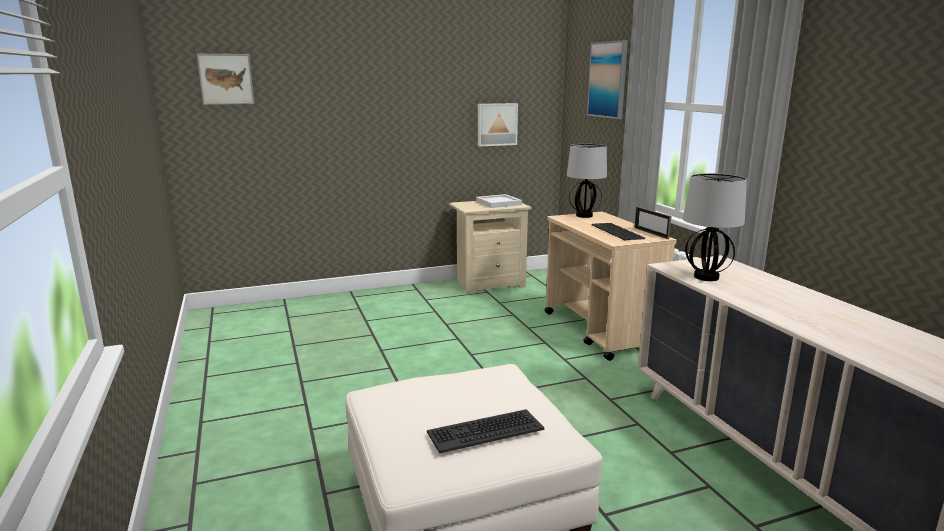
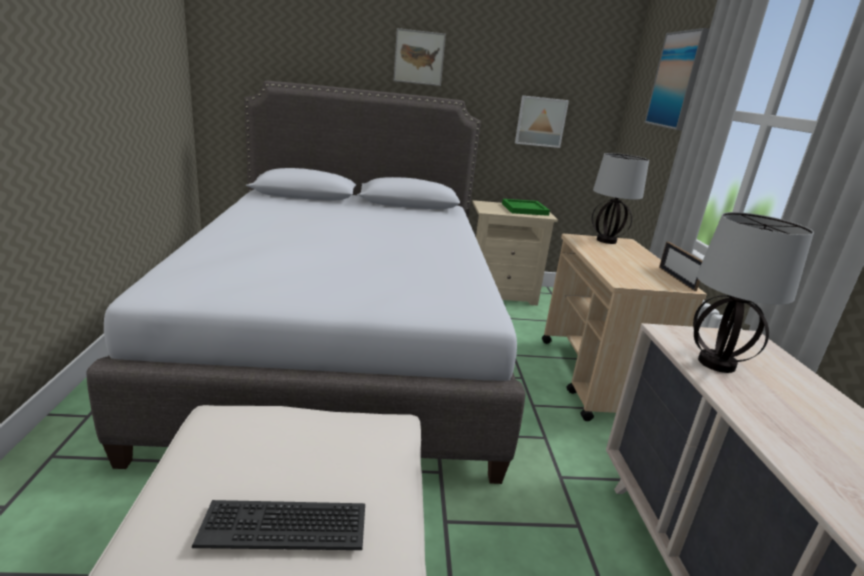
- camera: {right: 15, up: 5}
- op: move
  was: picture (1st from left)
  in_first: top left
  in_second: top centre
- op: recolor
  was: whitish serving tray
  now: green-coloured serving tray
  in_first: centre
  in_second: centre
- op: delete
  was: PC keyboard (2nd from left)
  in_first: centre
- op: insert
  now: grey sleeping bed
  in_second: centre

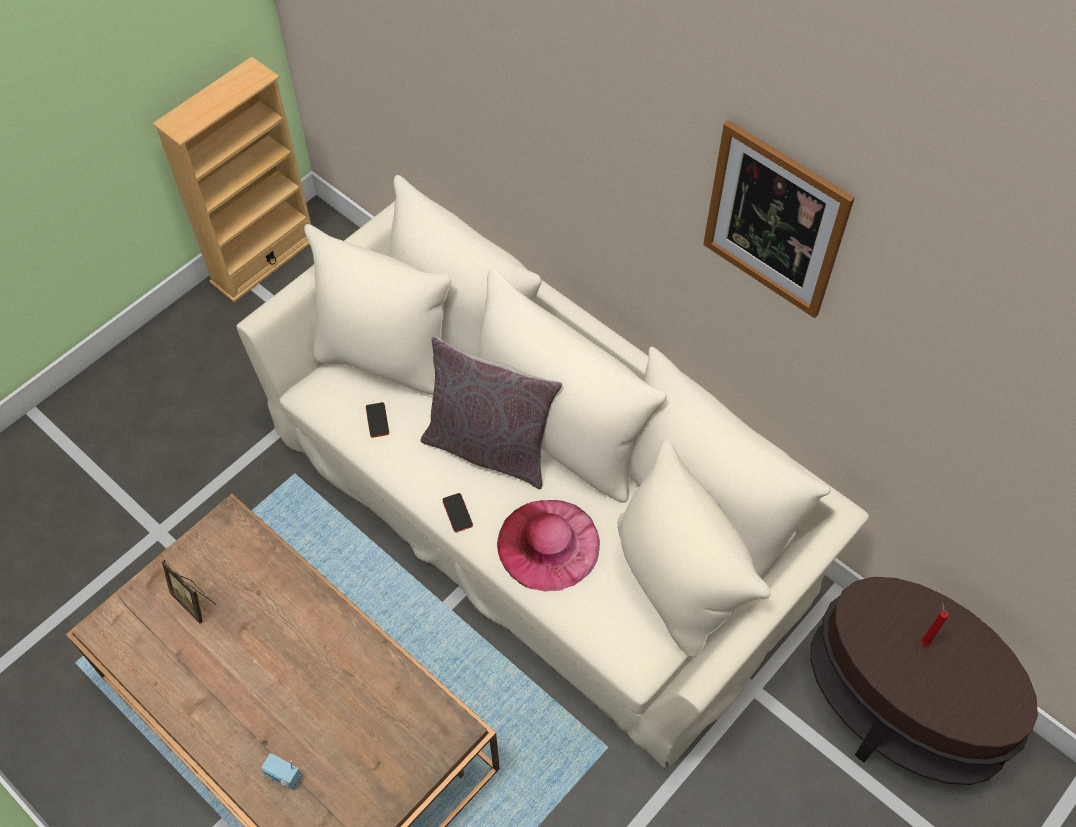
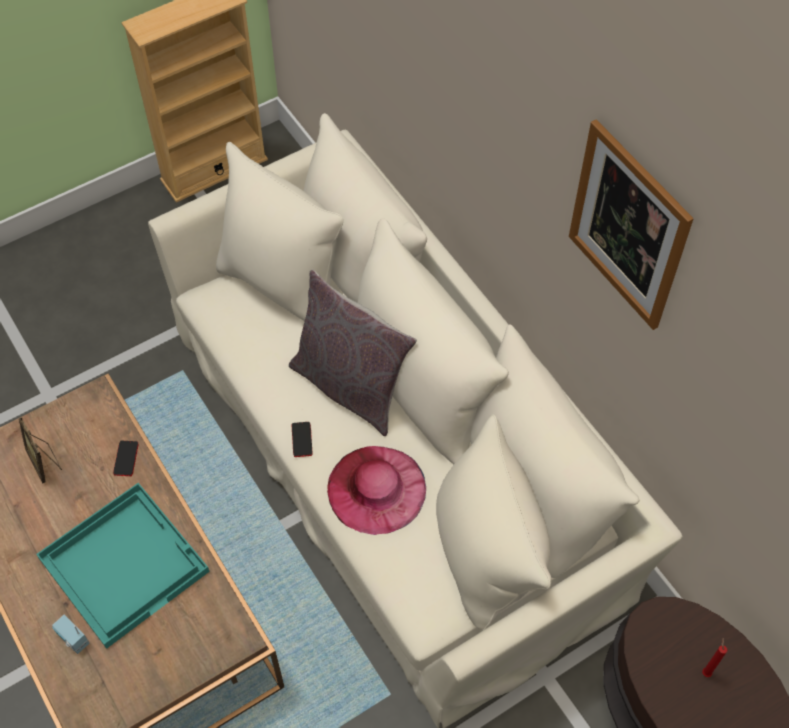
- camera: {right: 15, up: 0}
- op: move
  was: telephone (1st from left)
  in_first: centre
  in_second: middle left
- op: insert
  now: turquoise-coloured serving tray
  in_second: bottom left

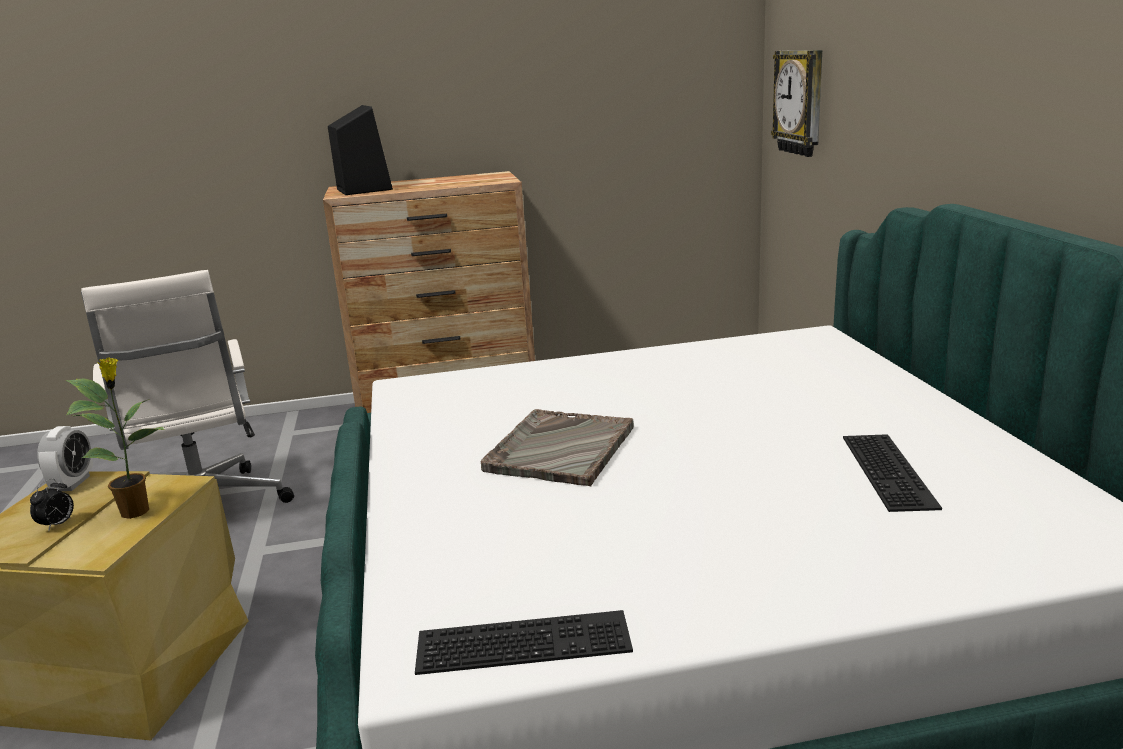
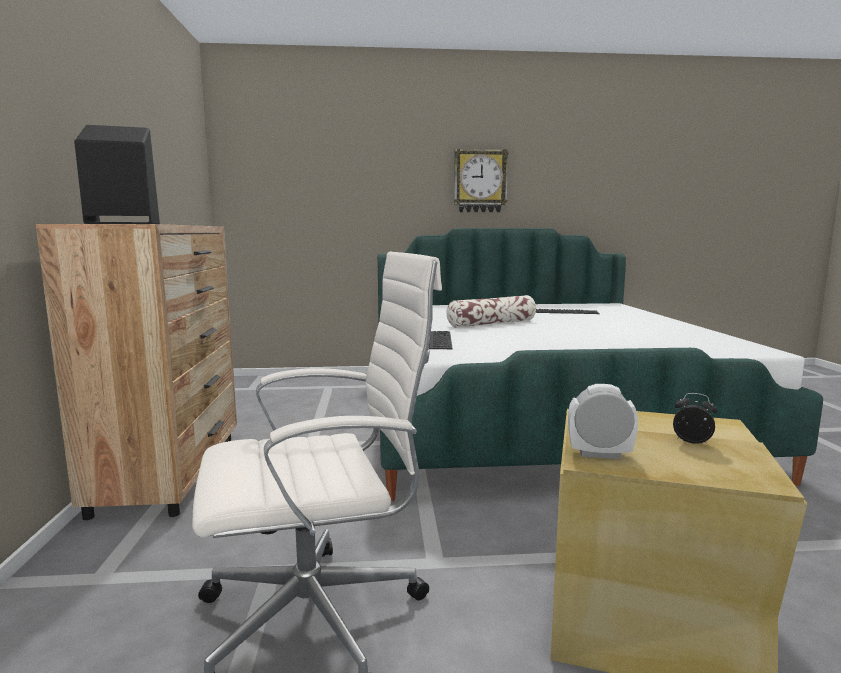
- camera: {right: -85, up: -10}
- op: delete
  was: potted plant
  in_first: middle left
- op: move
  was: PC keyboard (1st from left)
  in_first: bottom centre
  in_second: centre
- op: delete
  was: grey serving tray
  in_first: centre
- op: move
  was: wall clock
  in_first: top right
  in_second: top centre
- op: insert
  now: throw pillow
  in_second: centre

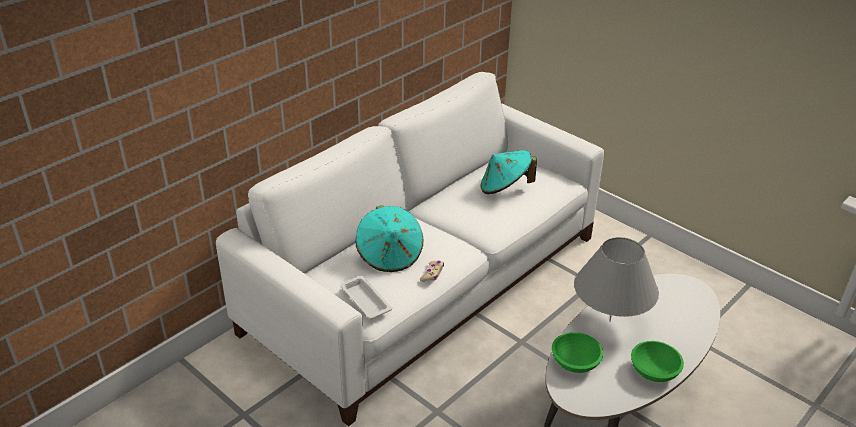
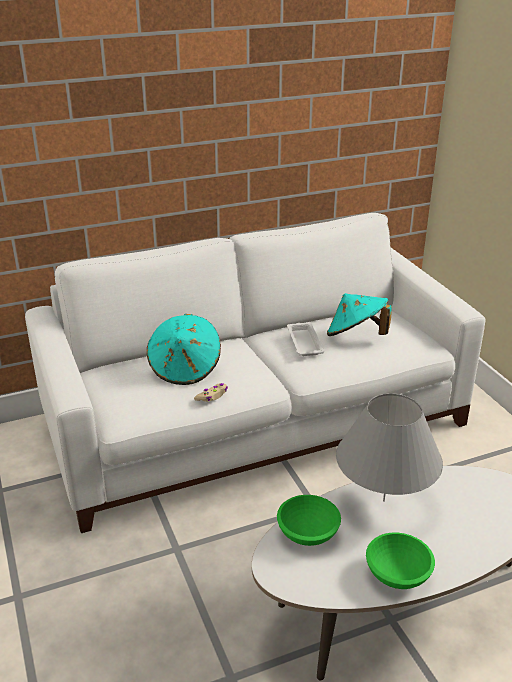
- camera: {right: 25, up: -5}
- op: move
  was: whitish serving tray
  in_first: bottom centre
  in_second: centre

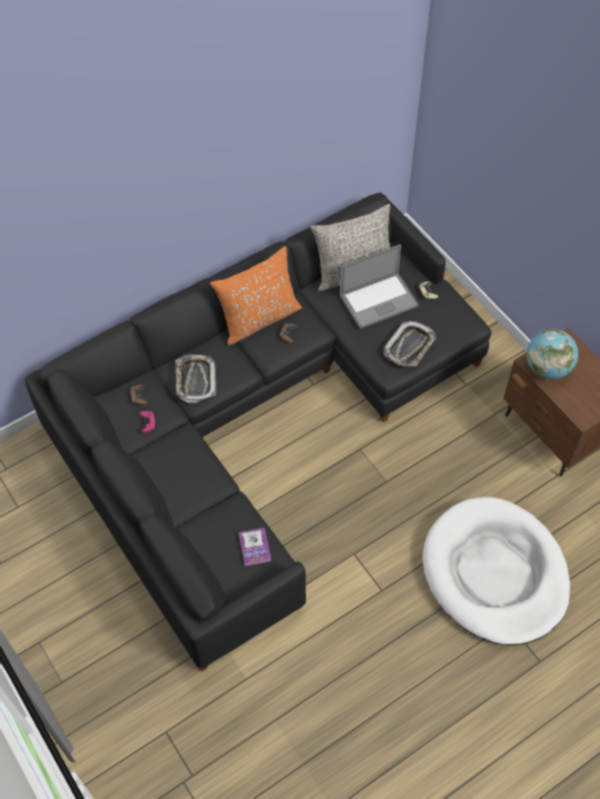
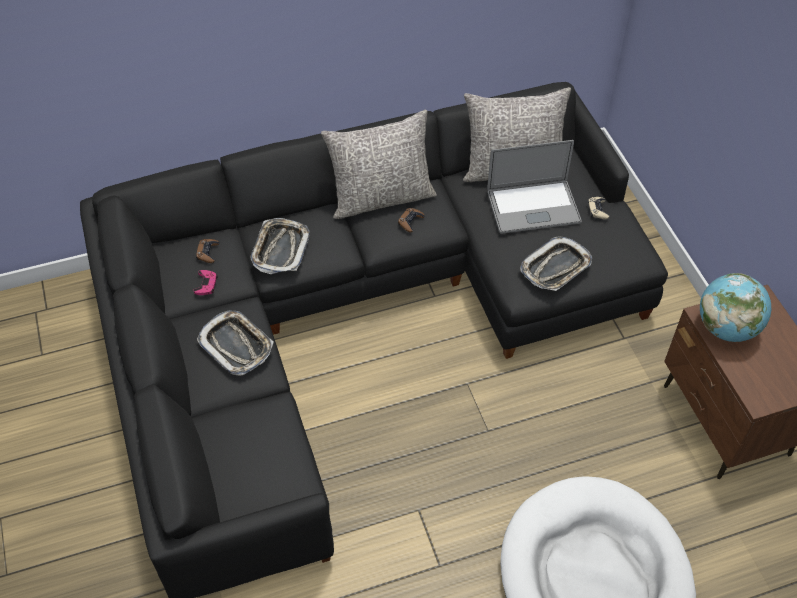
- camera: {right: 15, up: -5}
- op: recolor
  was: orange throw pillow
  now: grey throw pillow (1st from left)
  in_first: centre
  in_second: top centre
- op: delete
  was: book
  in_first: bottom centre
- op: insert
  now: serving tray (1st from left)
  in_second: middle left

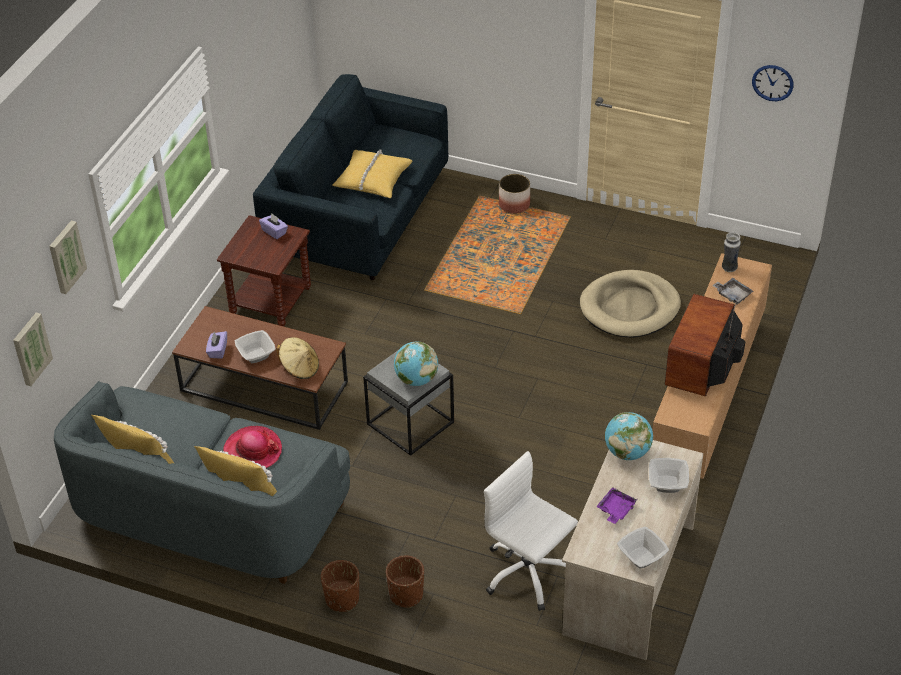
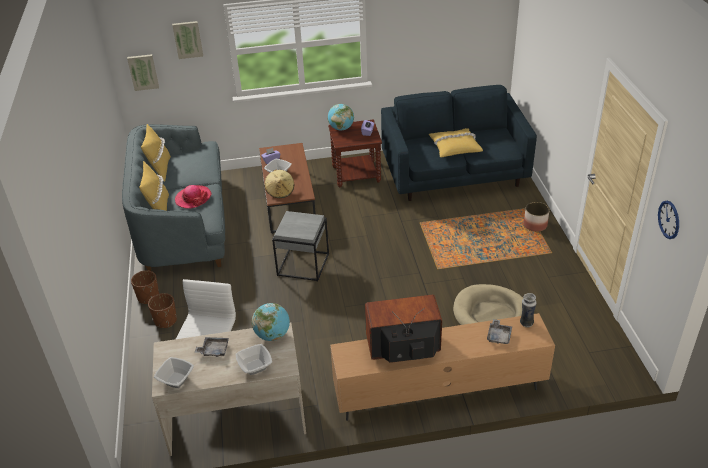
- camera: {right: 60, up: -5}
- op: move
  was: globe (1st from left in the first image)
  now: globe (2nd from left)
  in_first: centre
  in_second: top centre
- op: recolor
  was: purple serving tray
  now: grey serving tray (1st from left)
  in_first: bottom right
  in_second: bottom left

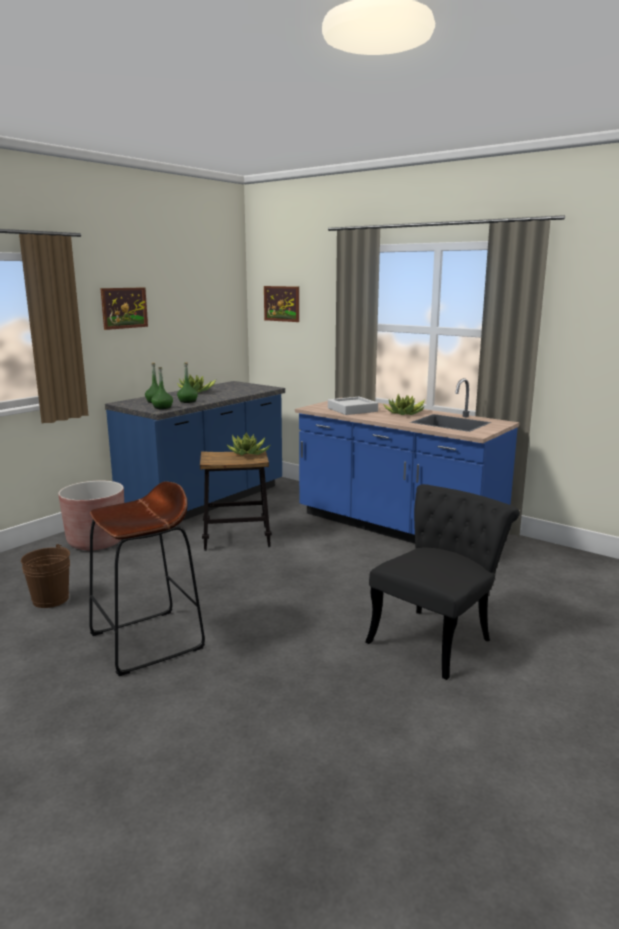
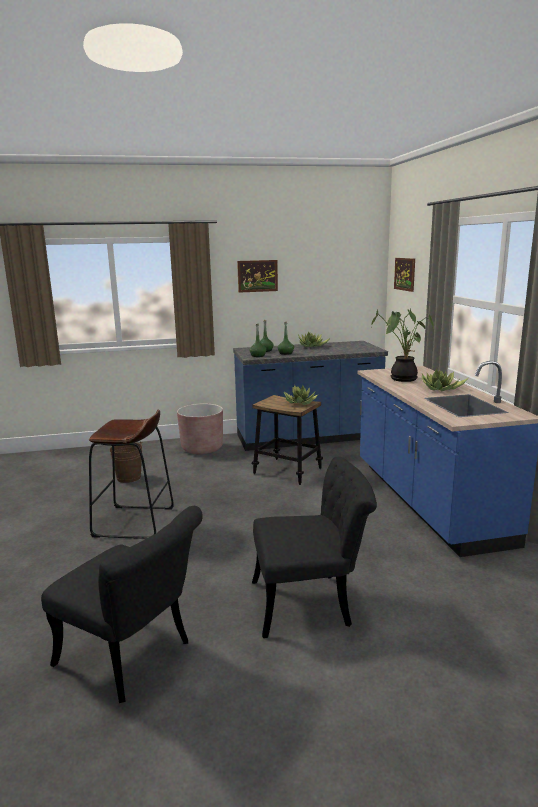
- camera: {right: 40, up: 0}
- op: replace
  was: grey serving tray
  now: potted plant (3rd from left)
  in_first: centre
  in_second: middle right
- op: insert
  now: black plain chair (1st from left)
  in_second: bottom left

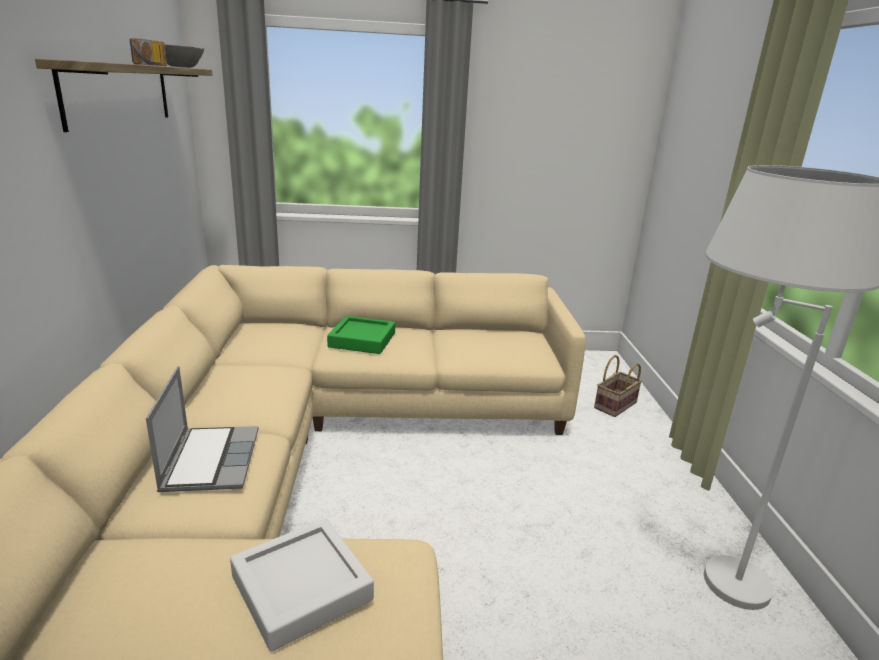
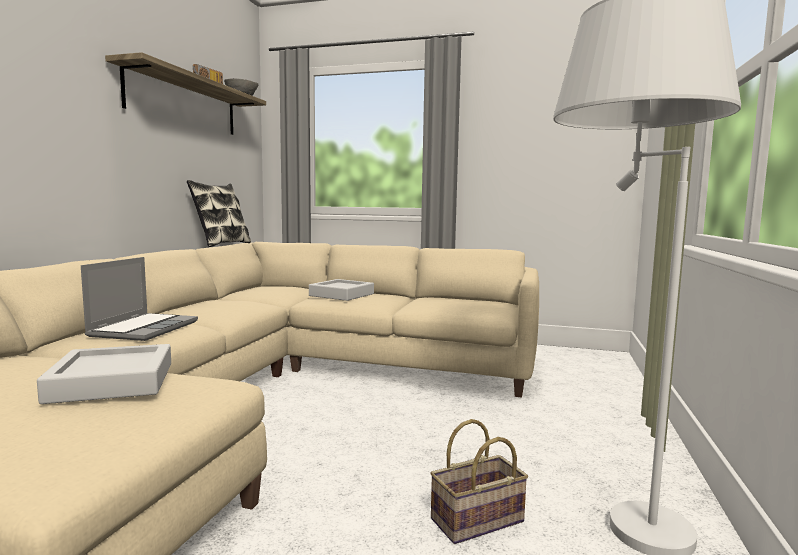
- camera: {right: 20, up: -15}
- op: recolor
  was: green-coloured serving tray
  now: grey serving tray (2nd from left)
  in_first: centre
  in_second: centre
- op: move
  was: household basket
  in_first: middle right
  in_second: bottom centre
- op: insert
  now: throw pillow
  in_second: middle left

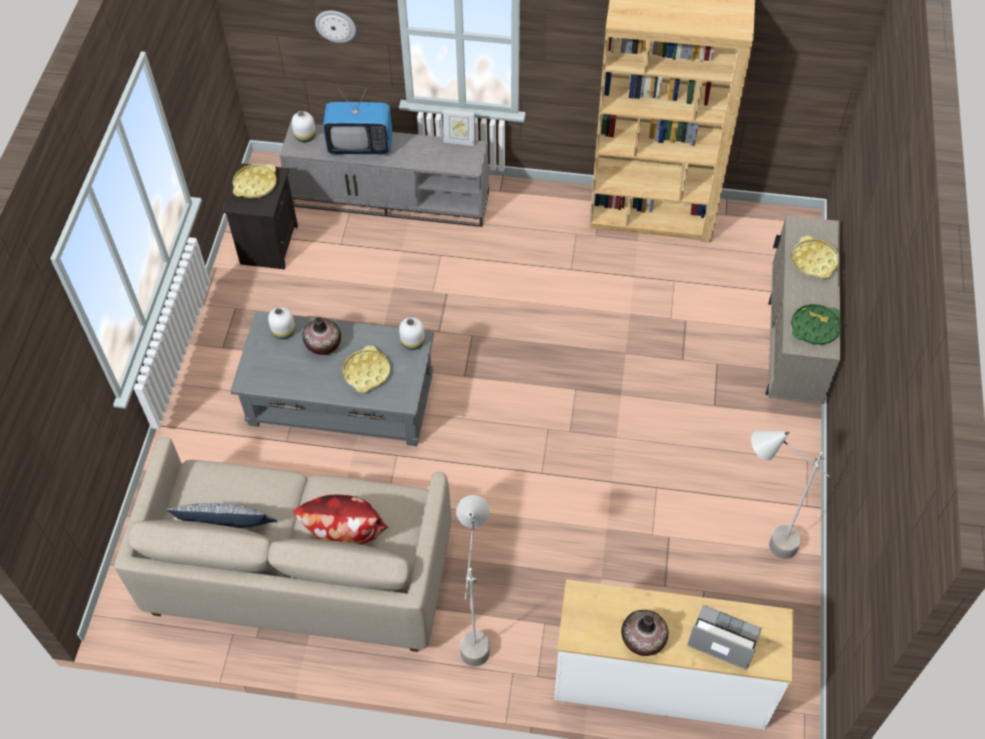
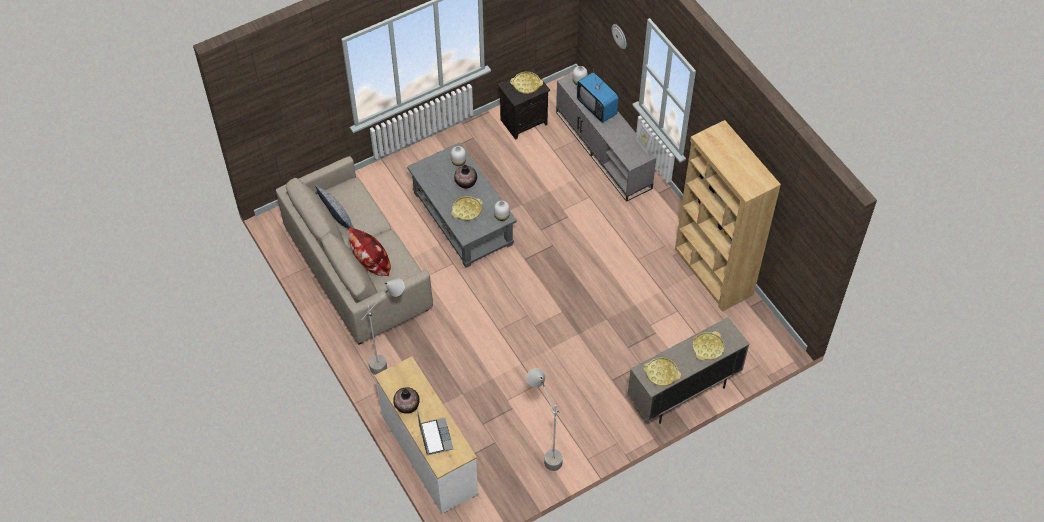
- camera: {right: 50, up: 0}
- op: recolor
  was: green-coloured serving tray
  now: yellow-coloured serving tray (3rd from left)
  in_first: middle right
  in_second: bottom centre

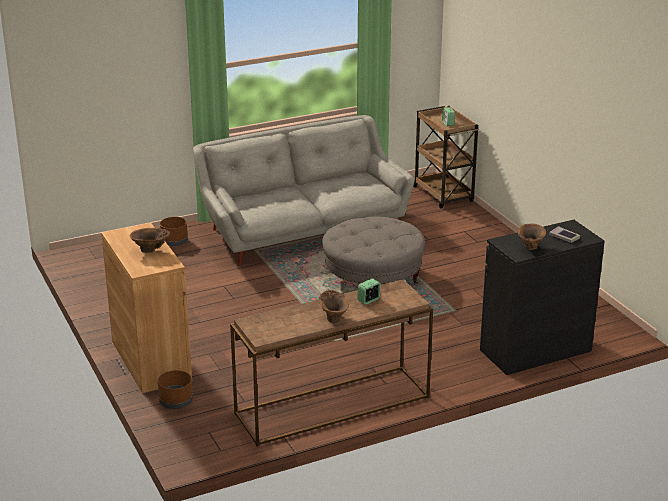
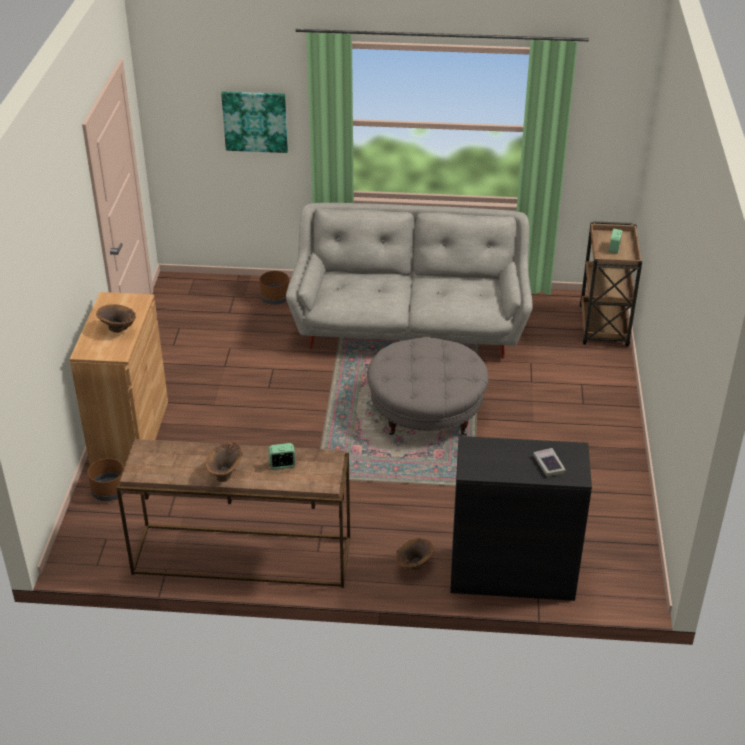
- camera: {right: 30, up: 10}
- op: move
  was: brown-coloured decorative vase (3rd from left)
  in_first: middle right
  in_second: bottom centre
- op: insert
  now: picture
  in_second: top centre

